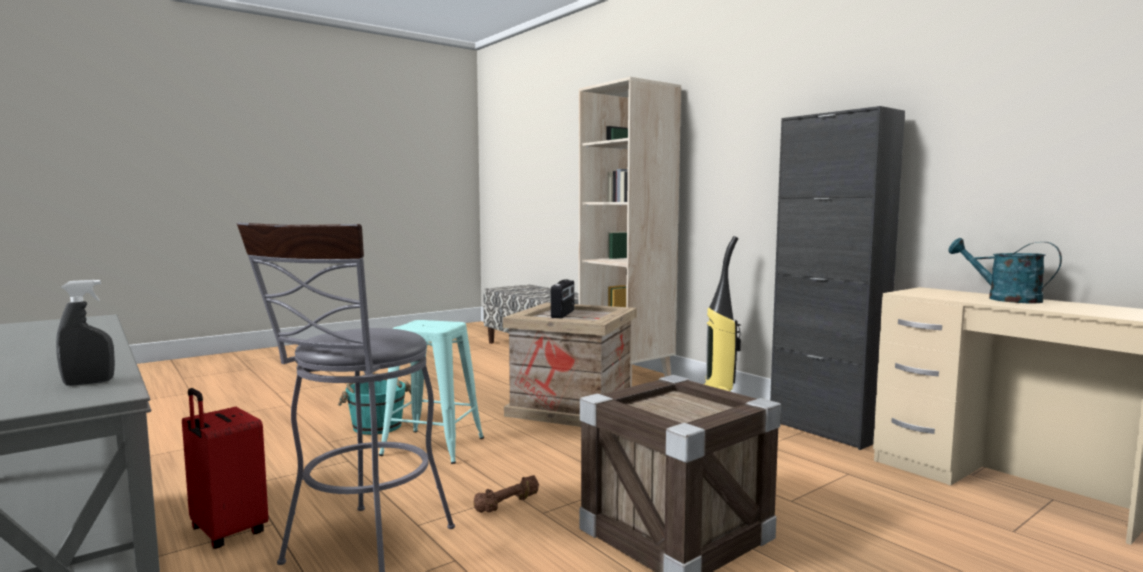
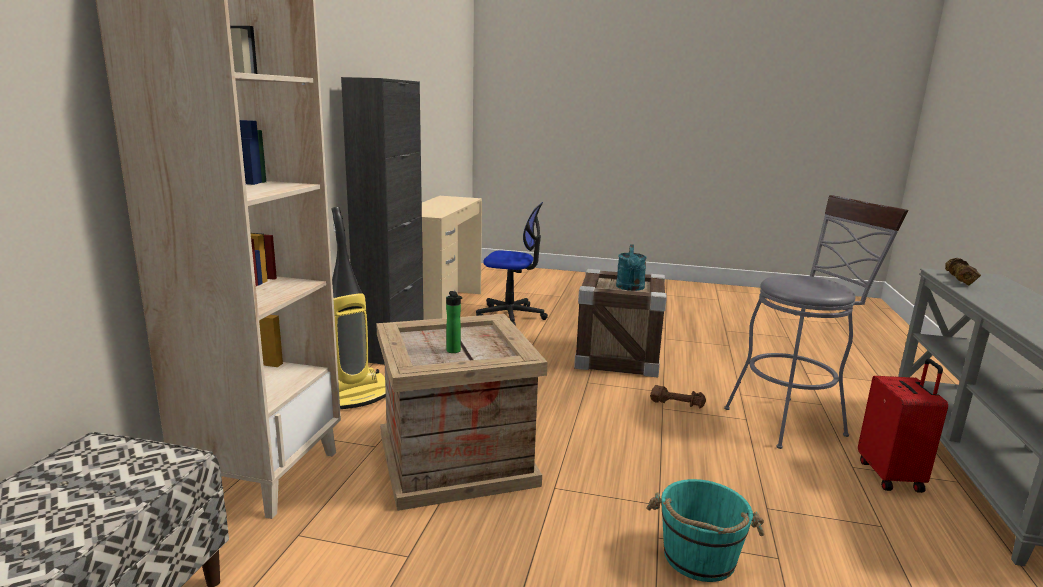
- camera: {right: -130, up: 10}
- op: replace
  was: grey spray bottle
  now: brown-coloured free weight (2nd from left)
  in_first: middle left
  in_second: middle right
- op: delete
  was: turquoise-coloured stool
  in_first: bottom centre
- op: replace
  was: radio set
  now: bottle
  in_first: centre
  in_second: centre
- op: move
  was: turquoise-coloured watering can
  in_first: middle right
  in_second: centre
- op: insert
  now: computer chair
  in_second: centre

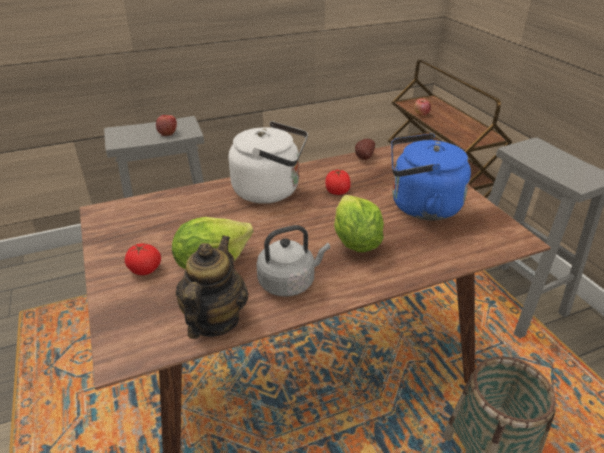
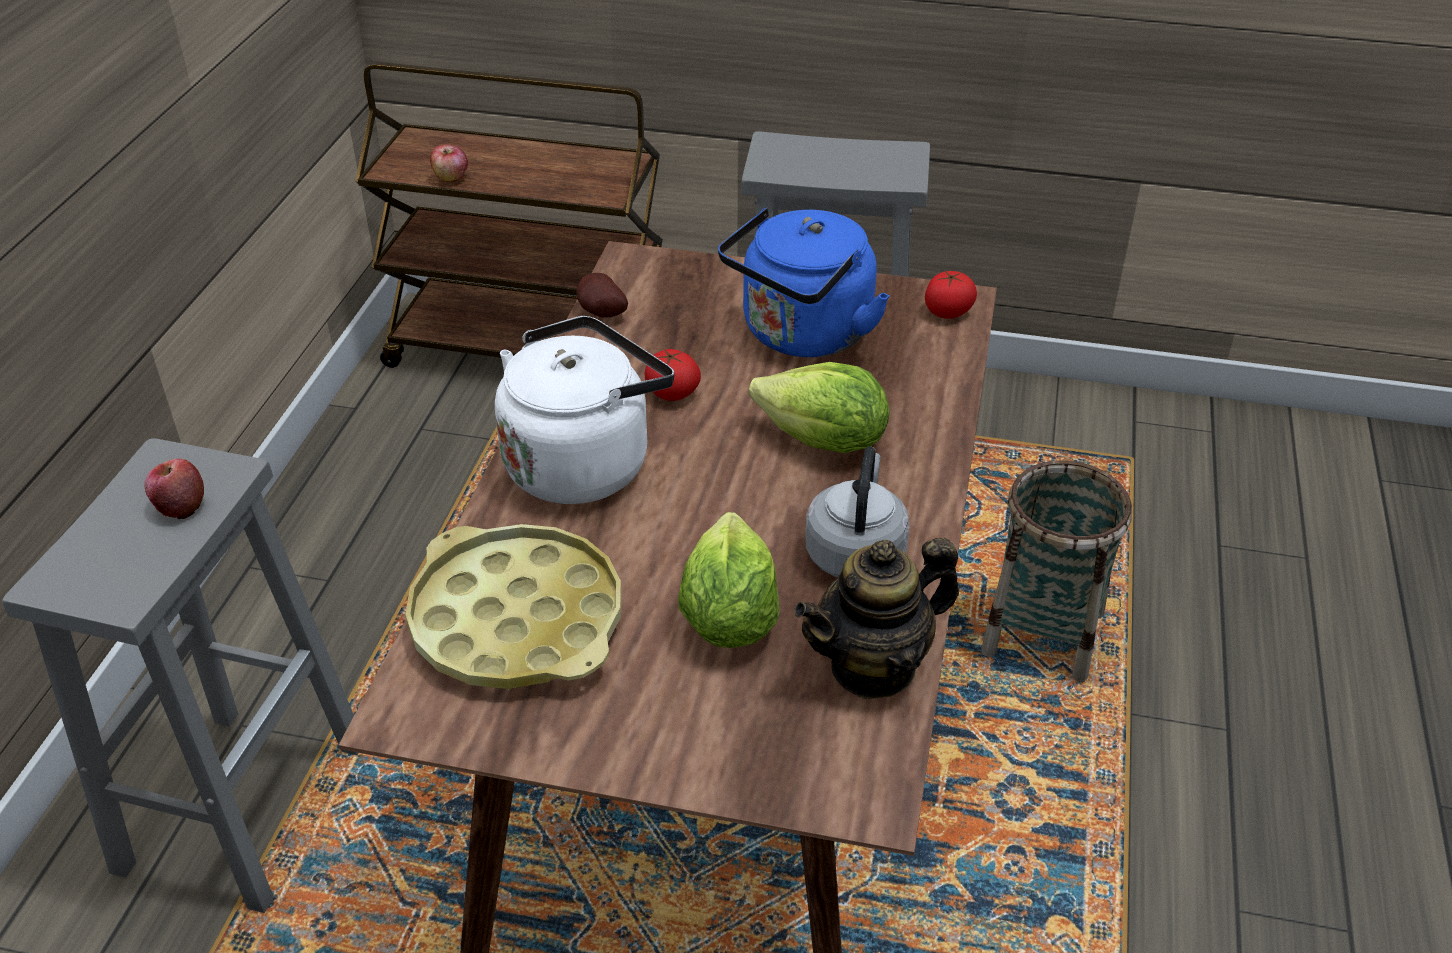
- camera: {right: -55, up: 5}
- op: move
  was: whole tomato (1st from left in the first image)
  now: whole tomato (2nd from left)
  in_first: middle left
  in_second: top centre
- op: rotate
  was: pot for tea
  in_first: centre
  in_second: centre
  clockwise: -75
- op: insert
  now: yellow-coloured serving tray
  in_second: centre

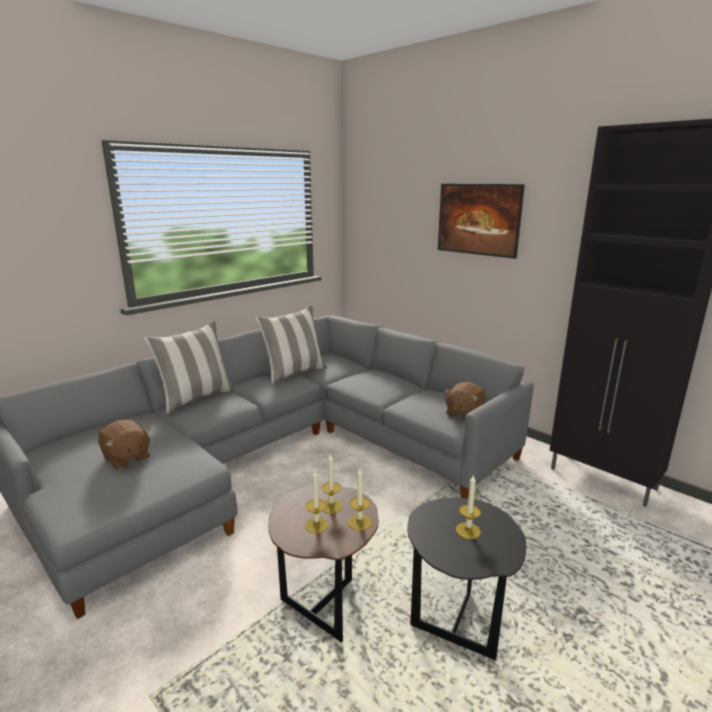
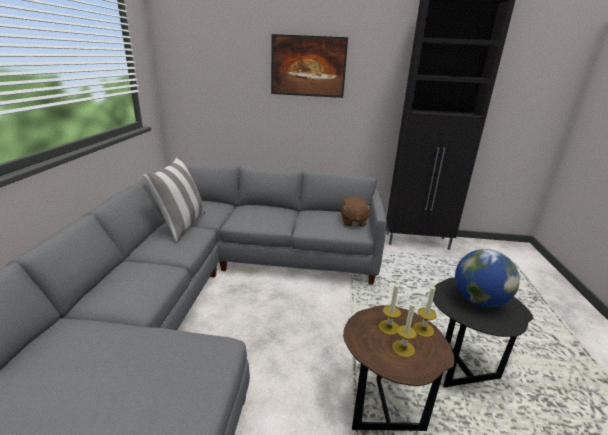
- camera: {right: -40, up: 5}
- op: delete
  was: brown-coloured plush toy (1st from left)
  in_first: middle left
- op: delete
  was: throw pillow (1st from left)
  in_first: middle left
- op: replace
  was: candle (4th from left)
  now: globe
  in_first: bottom centre
  in_second: middle right

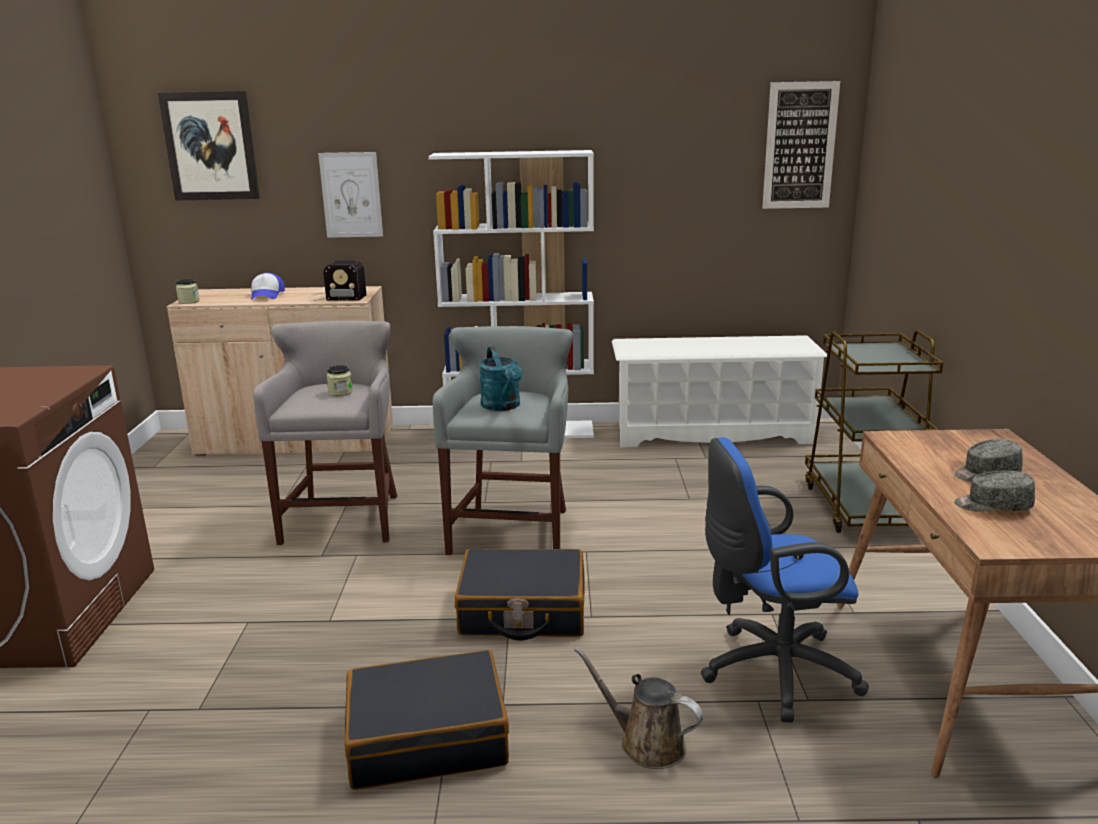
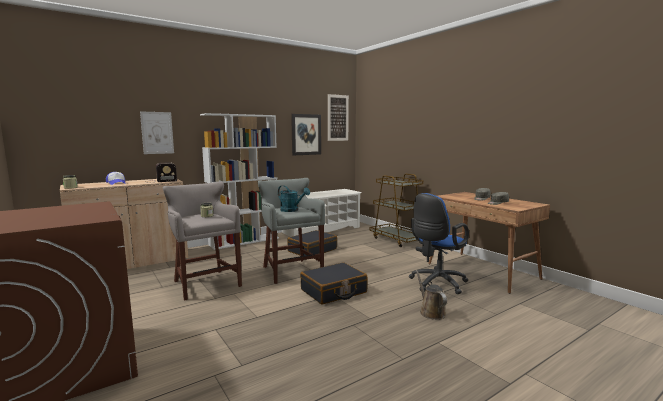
- camera: {right: -35, up: -10}
- op: move
  was: picture (1st from left in the first image)
  now: picture (2nd from left)
  in_first: top left
  in_second: centre
- op: move
  was: black suitcase (1st from left)
  in_first: bottom centre
  in_second: centre
- op: rotate
  was: brown-coloured watering can
  in_first: bottom centre
  in_second: bottom centre
  clockwise: 75

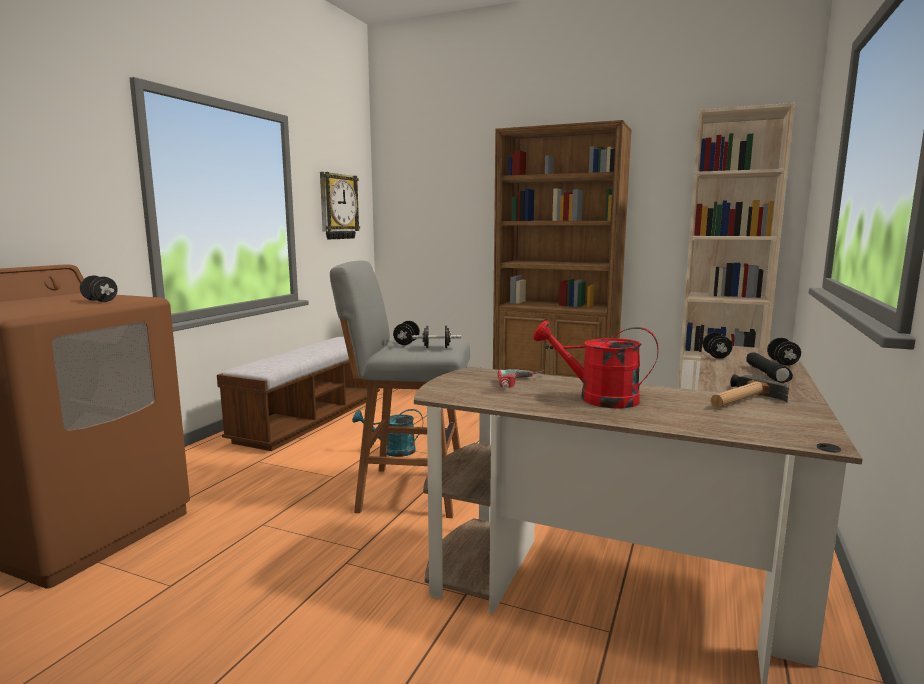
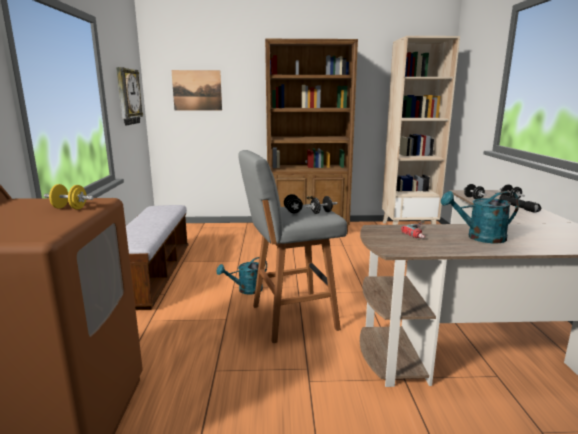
- camera: {right: -25, up: 5}
- op: recolor
  was: black free weight (1st from left)
  now: yellow-coloured free weight
  in_first: middle left
  in_second: middle left
- op: recolor
  was: red watering can
  now: turquoise-coloured watering can (2nd from left)
  in_first: centre
  in_second: middle right
- op: delete
  was: hammer
  in_first: middle right
- op: insert
  now: picture
  in_second: top centre

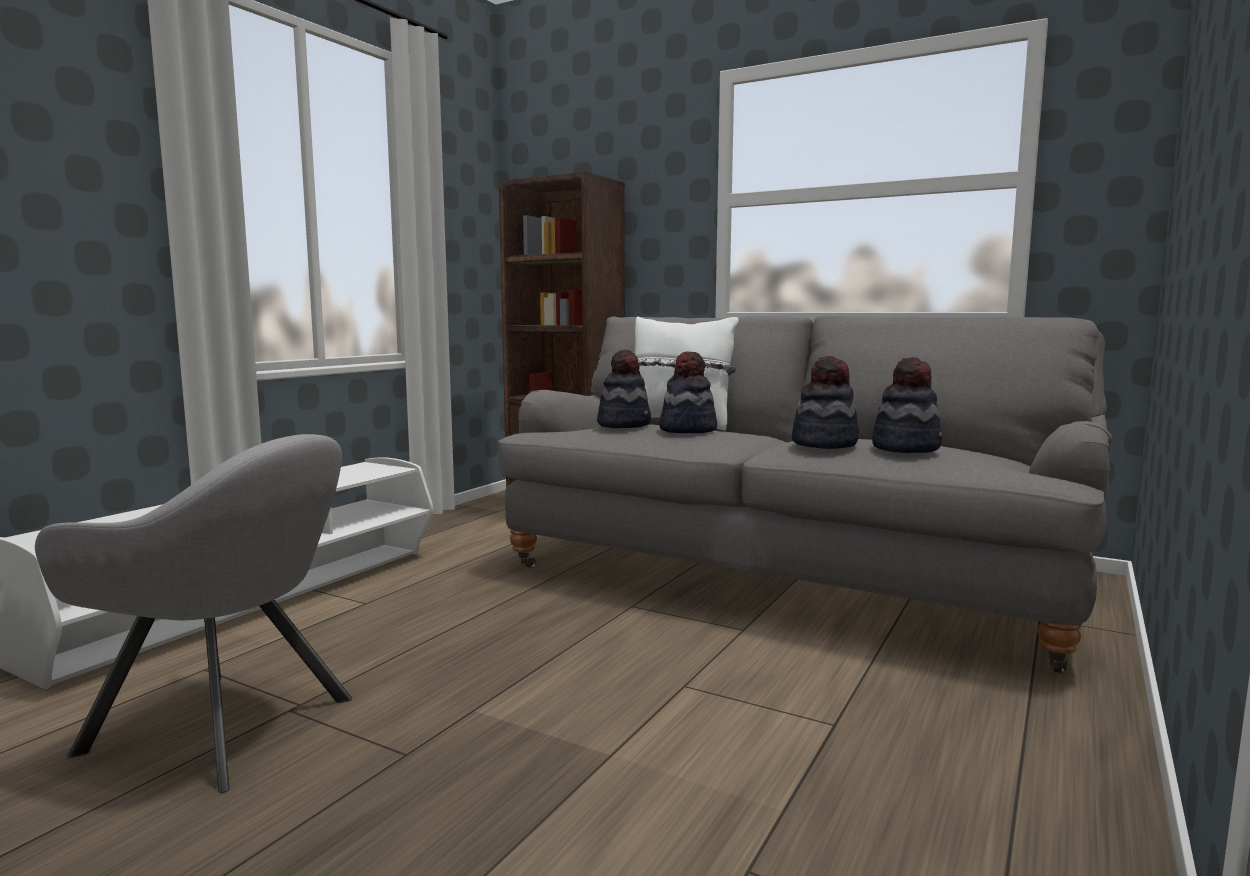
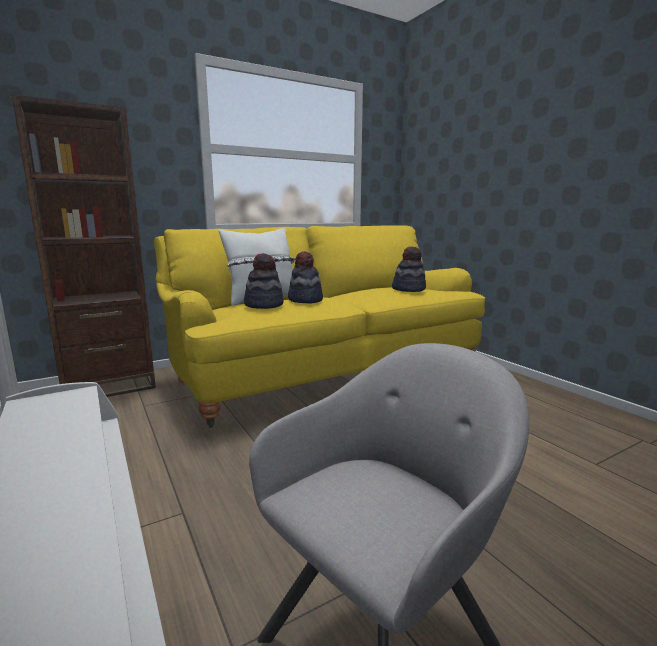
- camera: {right: -60, up: 5}
- op: recolor
  was: grey sofa
  now: yellow-coloured sofa
  in_first: centre
  in_second: centre
- op: delete
  was: wearable hat (3rd from left)
  in_first: centre

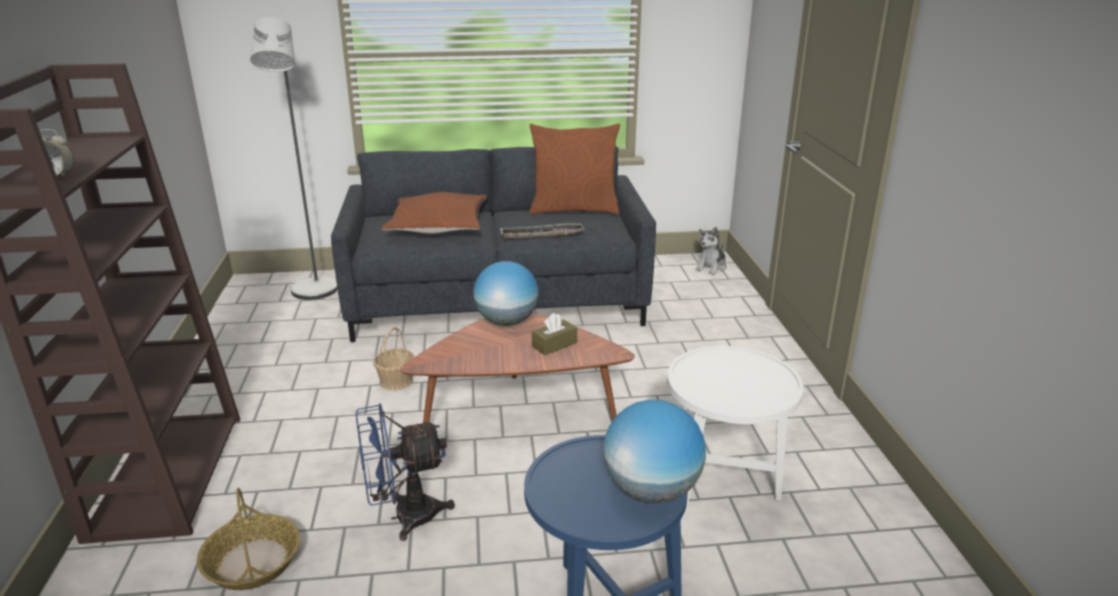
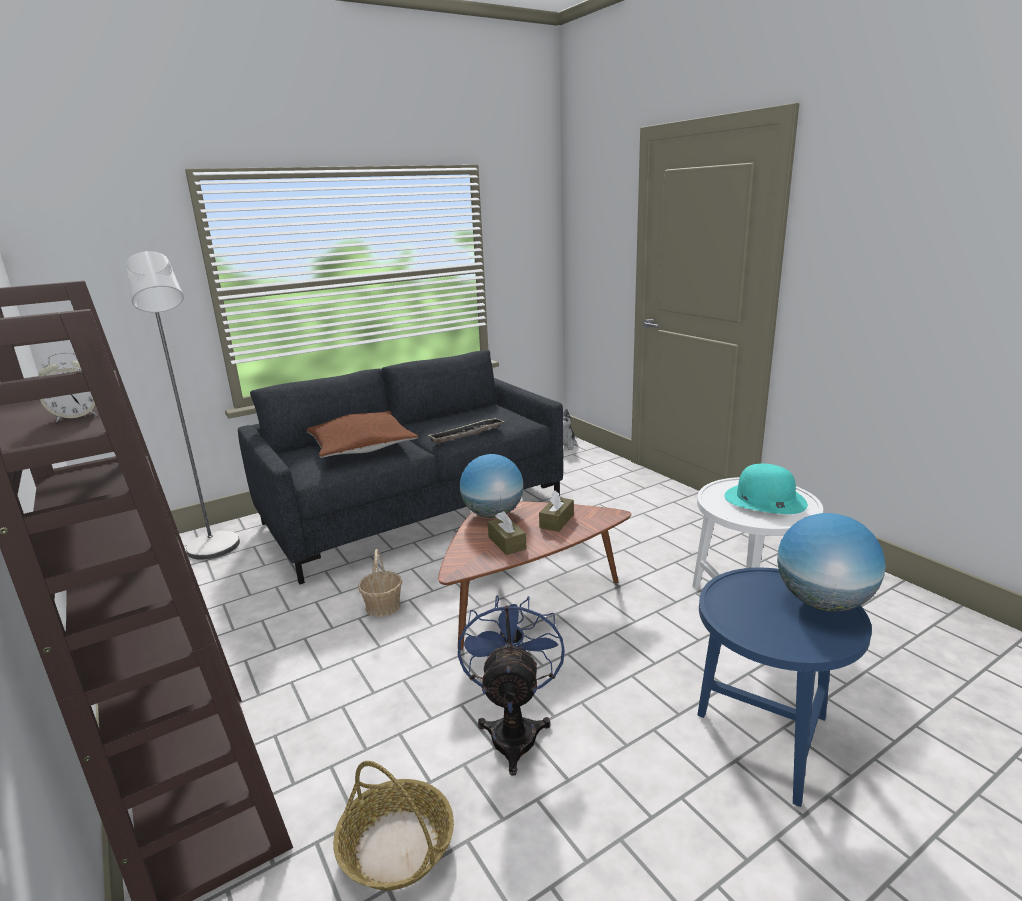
- camera: {right: -25, up: -5}
- op: rotate
  was: bluish fan
  in_first: bottom centre
  in_second: bottom centre
  clockwise: 135
- op: delete
  was: brown-coloured throw pillow (2nd from left)
  in_first: top centre
- op: insert
  now: brown-coloured tissue box (1st from left)
  in_second: centre
- op: insert
  now: turquoise-coloured wearable hat
  in_second: middle right

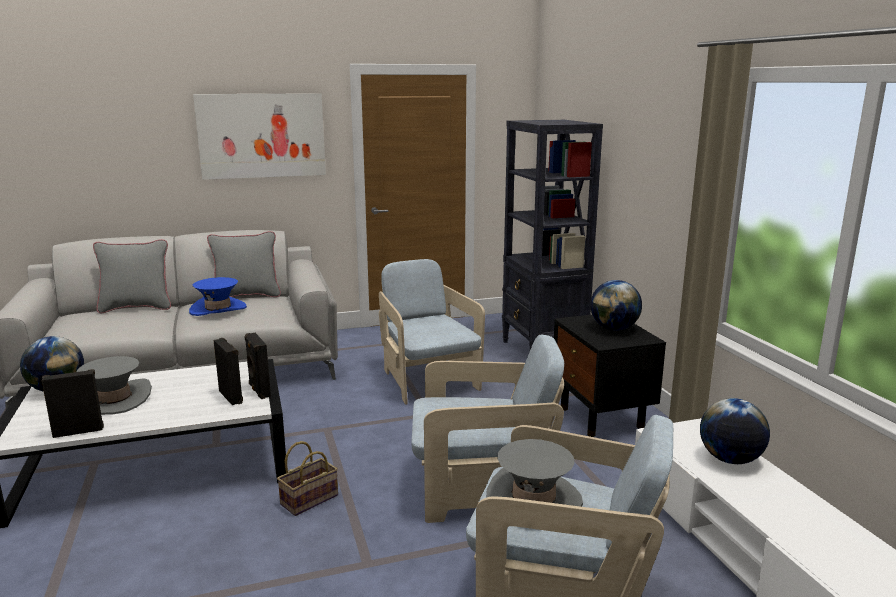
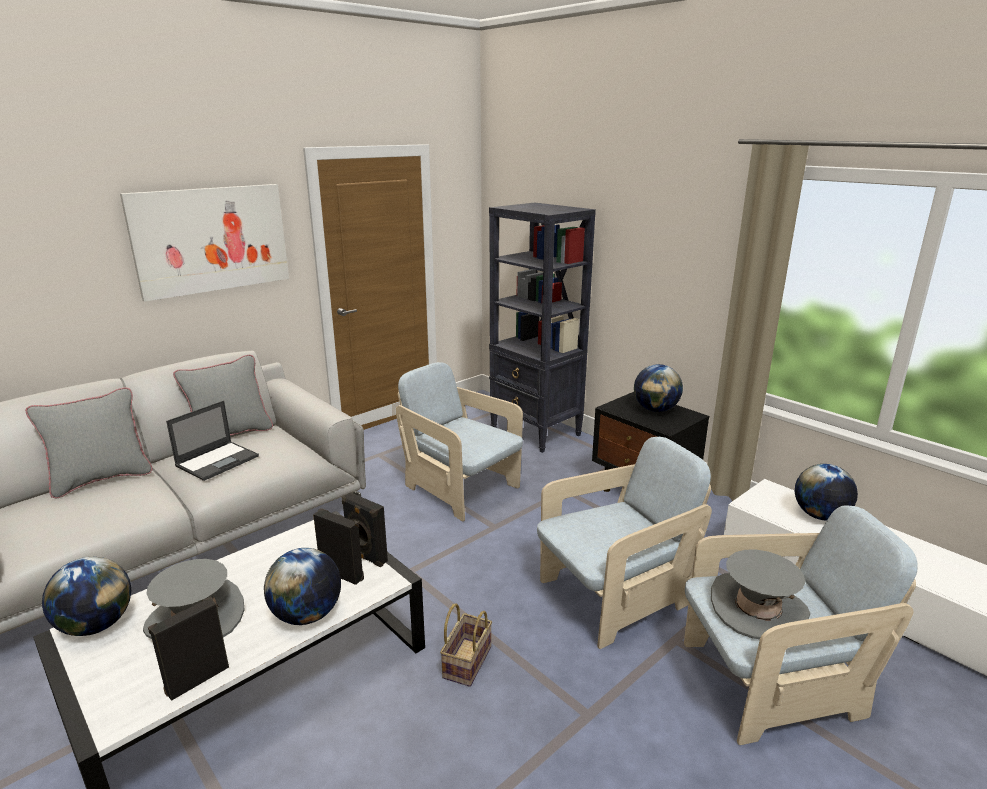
- camera: {right: -25, up: 5}
- op: replace
  was: bluish wearable hat
  now: notebook computer
  in_first: middle left
  in_second: middle left
- op: insert
  now: globe (2nd from left)
  in_second: bottom left

